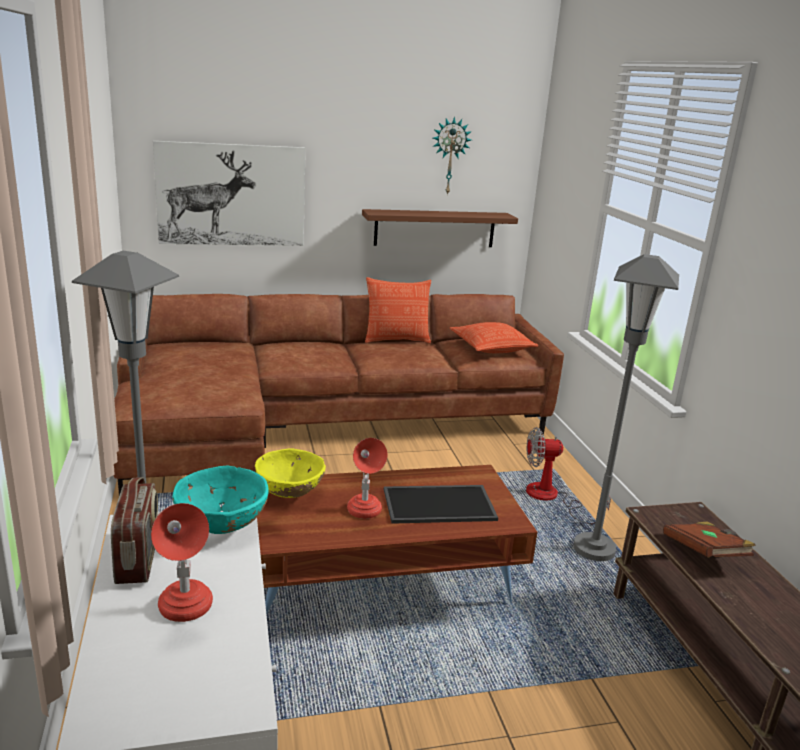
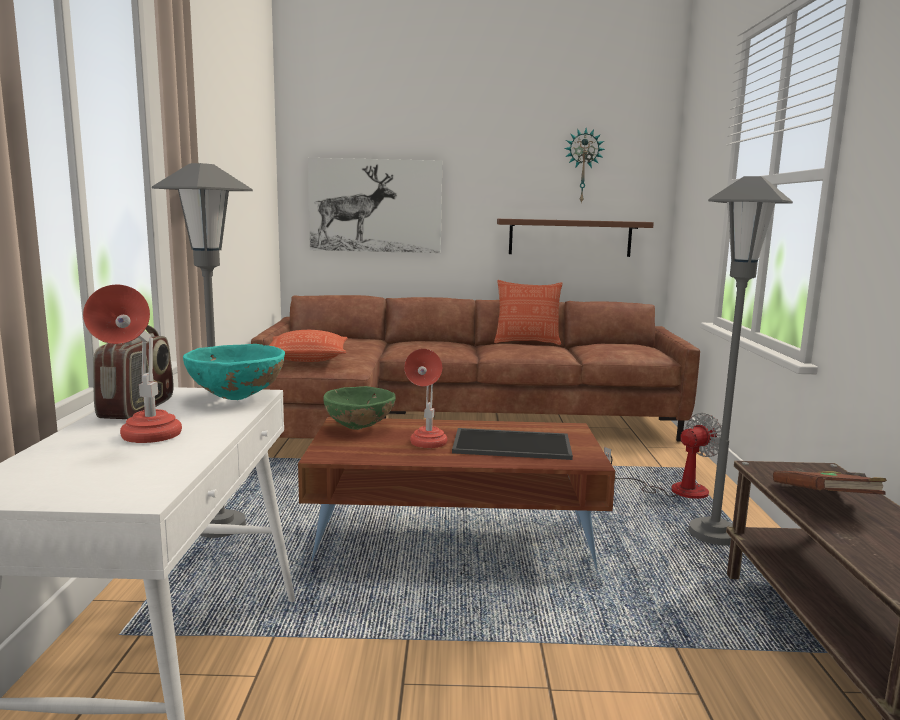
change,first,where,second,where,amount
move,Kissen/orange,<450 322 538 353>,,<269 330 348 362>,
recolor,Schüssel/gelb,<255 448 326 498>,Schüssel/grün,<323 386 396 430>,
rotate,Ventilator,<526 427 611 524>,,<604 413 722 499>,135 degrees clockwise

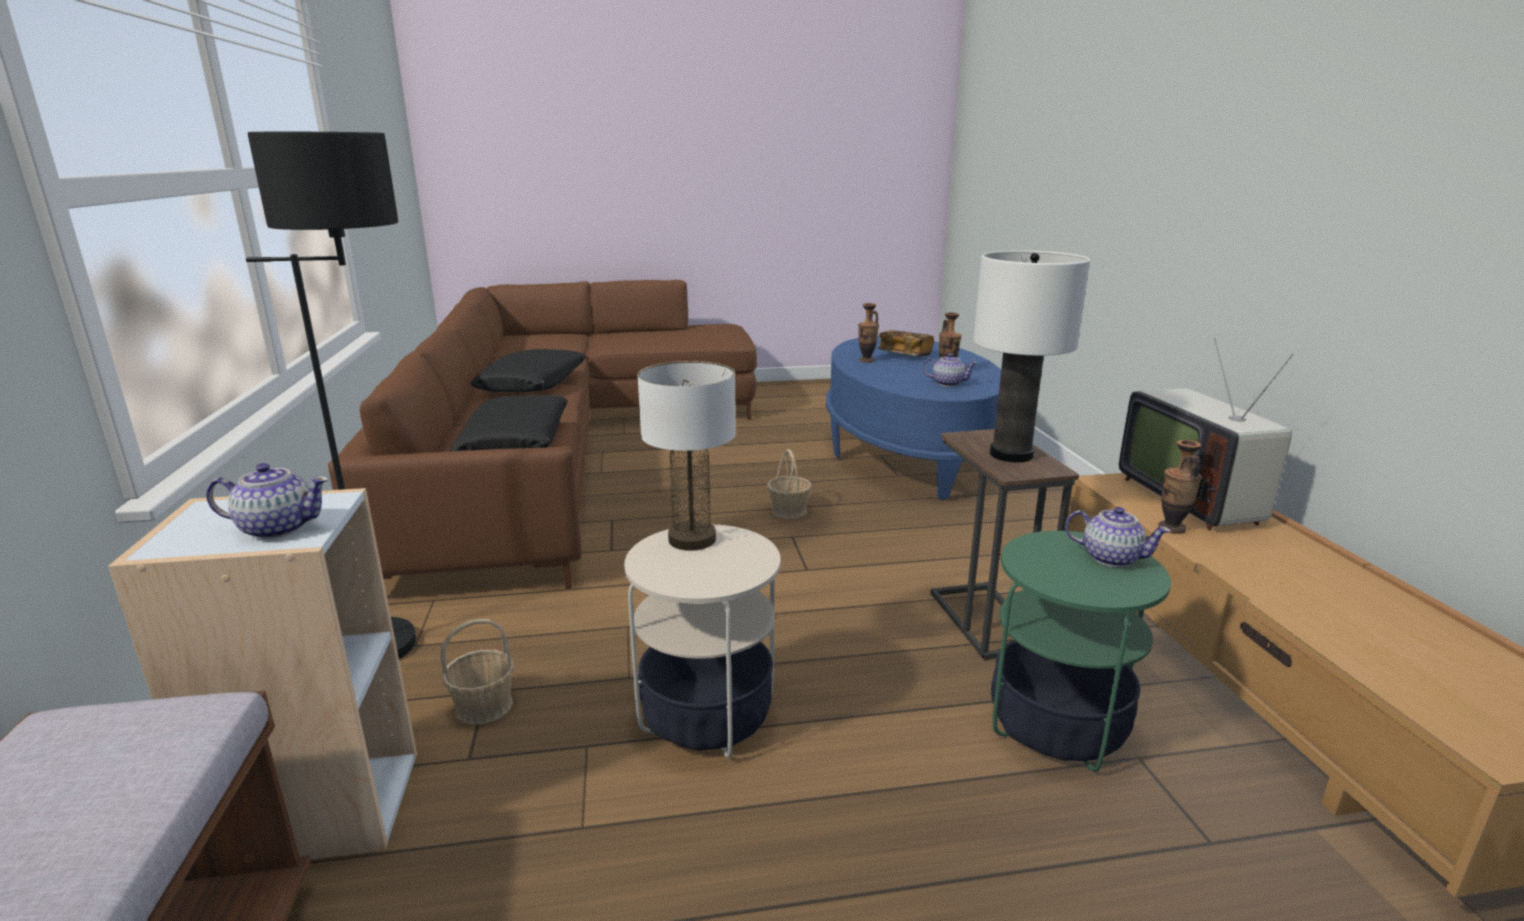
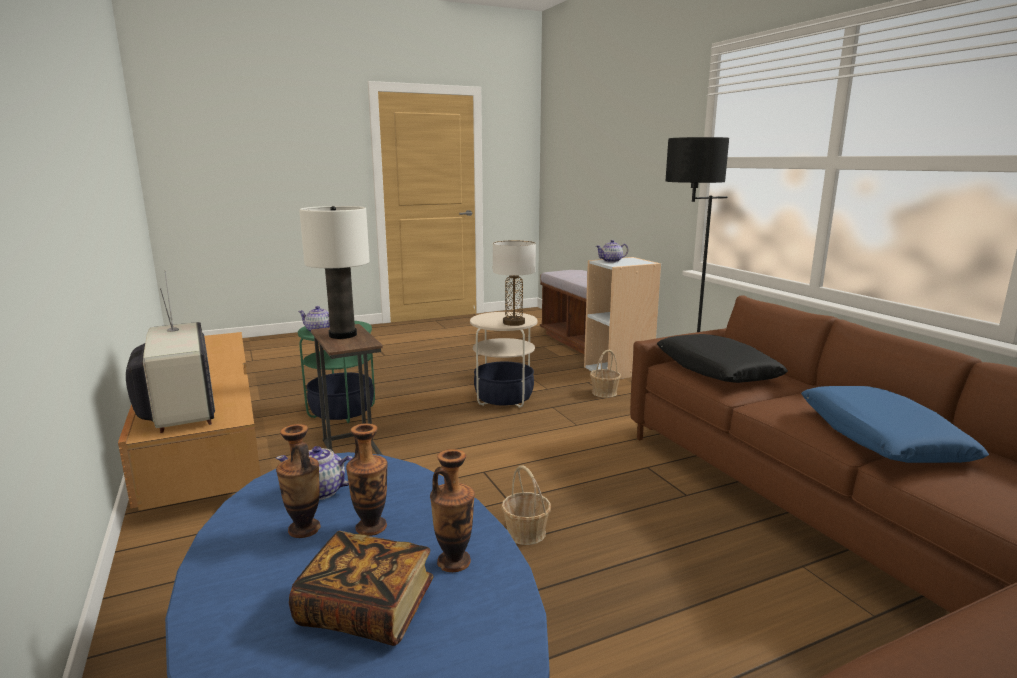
change,first,where,second,where,amount
move,Vase,<1158 440 1202 534>,,<346 423 388 536>,
recolor,Kissen/schwarz,<470 349 586 392>,Kissen/blau,<801 386 989 463>,

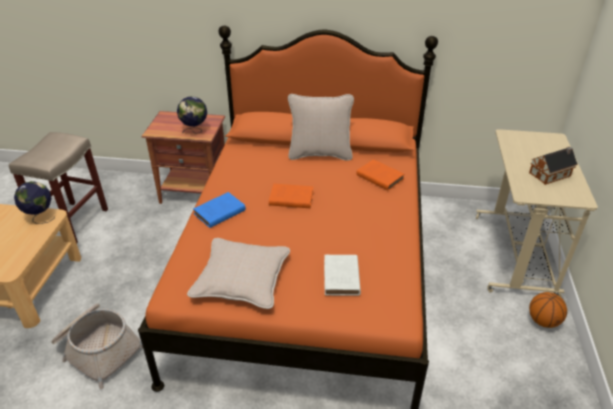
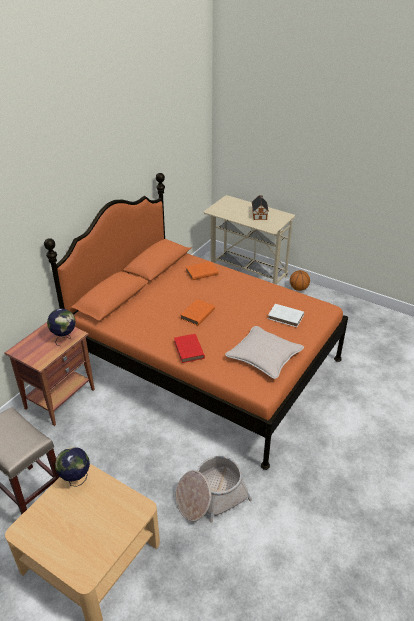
change,first,where,second,where,amount
delete,Kissen/beige,<288 94 354 161>,,,
recolor,Buch/blau,<193 192 246 228>,Buch/rot,<174 334 205 363>,

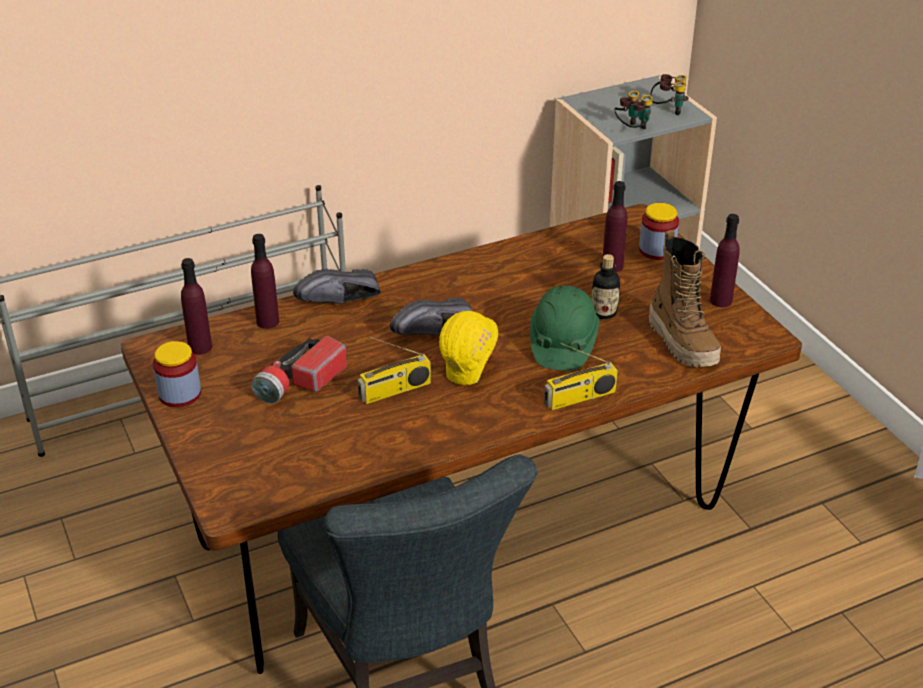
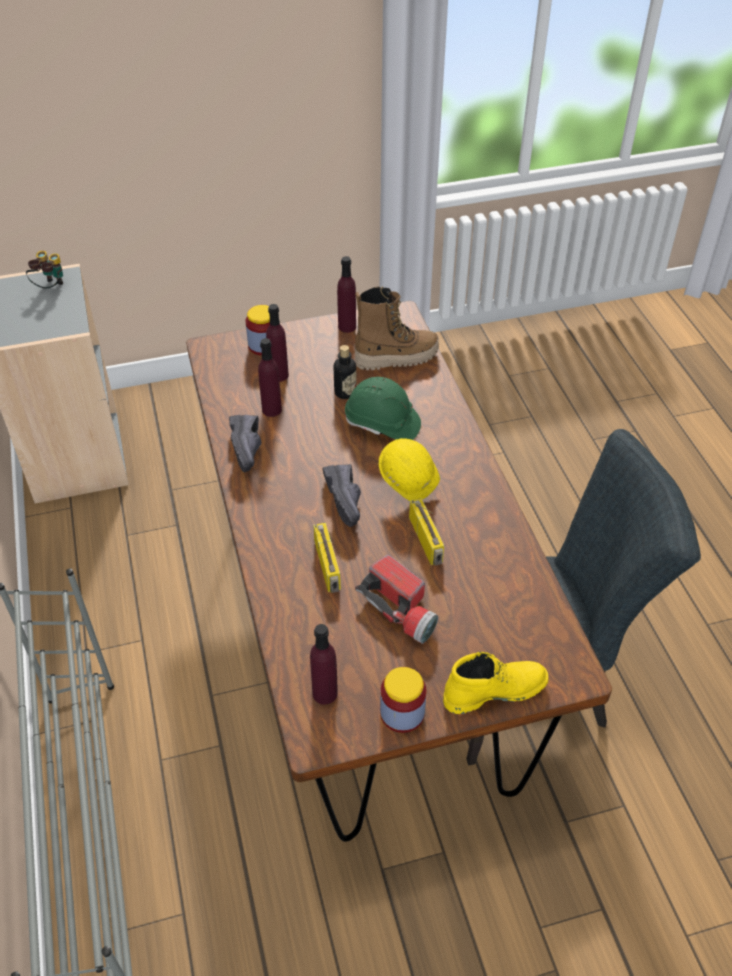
change,first,where,second,where,amount
delete,Fernglas,<614 91 653 129>,,,
insert,,,Stiefel/gelb,<443 652 548 714>,
move,Flasche/lila,<251 234 279 329>,,<258 338 282 417>,
move,Schuh/schwarz,<293 269 380 304>,,<229 415 261 472>,
move,Radio,<544 343 618 410>,,<313 523 341 593>,

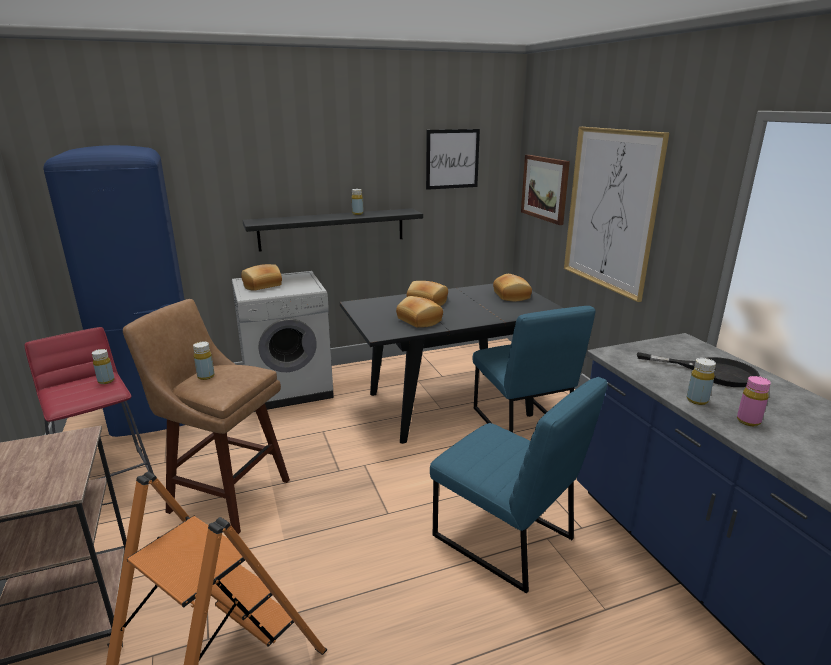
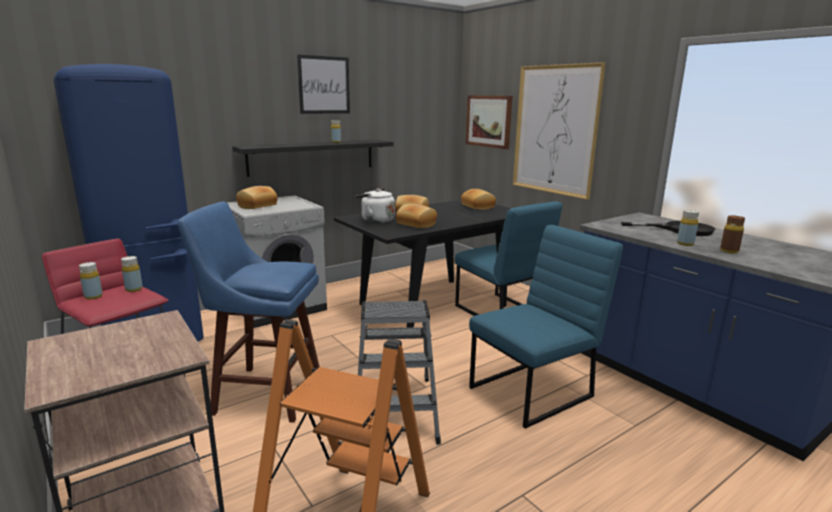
change,first,where,second,where,amount
insert,,,Wasserkessel/weiß,<355 189 395 223>,
insert,,,Trittleiter/grau,<358 300 441 445>,
move,Flasche/gelb,<193 342 215 380>,,<79 262 103 300>,
move,Bild,<426 129 480 190>,,<297 55 350 114>,
recolor,Hocker/braun,<123 299 290 534>,Hocker/blau,<178 202 319 423>,
recolor,Flasche/rosa,<737 376 771 426>,Flasche/braun,<720 215 745 253>,
rotate,Stuhl/blau,<430 377 608 594>,,<469 225 623 429>,60 degrees counterclockwise

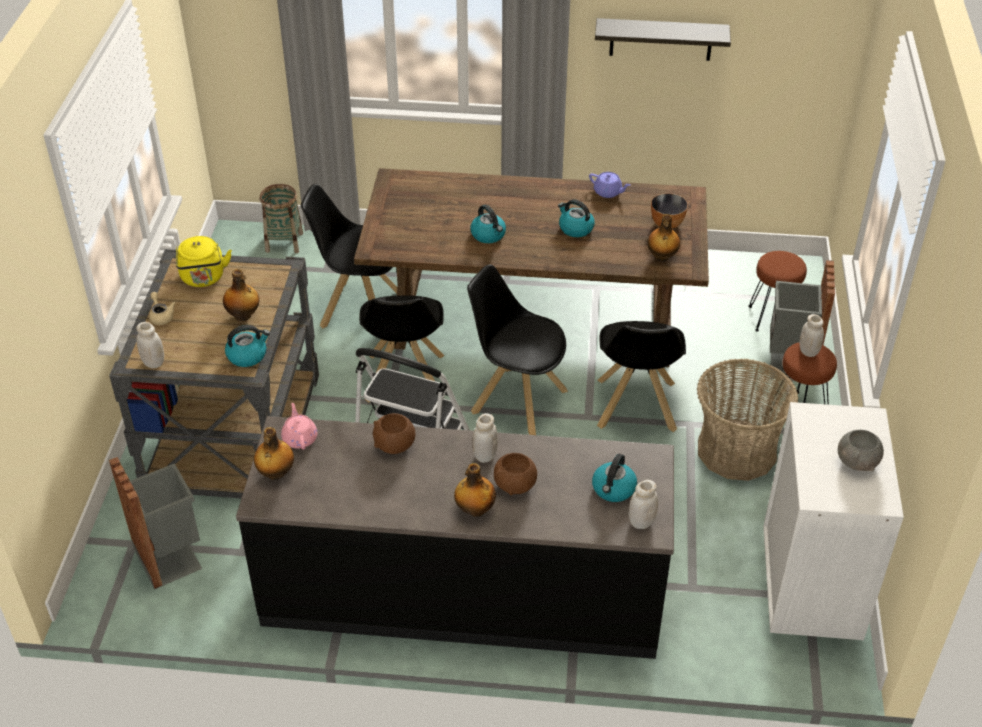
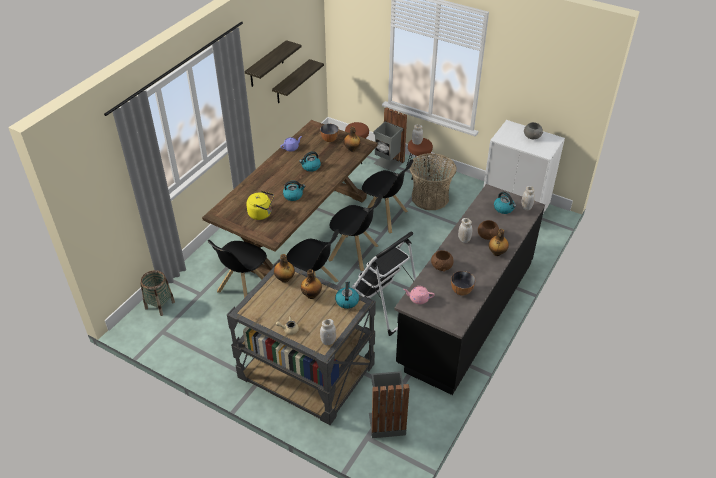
change,first,where,second,where,amount
insert,,,Wandregal,<272 59 324 103>,
insert,,,Schüssel,<451 271 475 296>,
move,Wasserkessel/gelb,<176 236 232 287>,,<246 191 274 220>,
move,Flasche,<254 427 294 480>,,<274 254 295 283>,
rotate,Stuhl/schwarz,<467 264 568 435>,,<328 194 383 271>,120 degrees counterclockwise

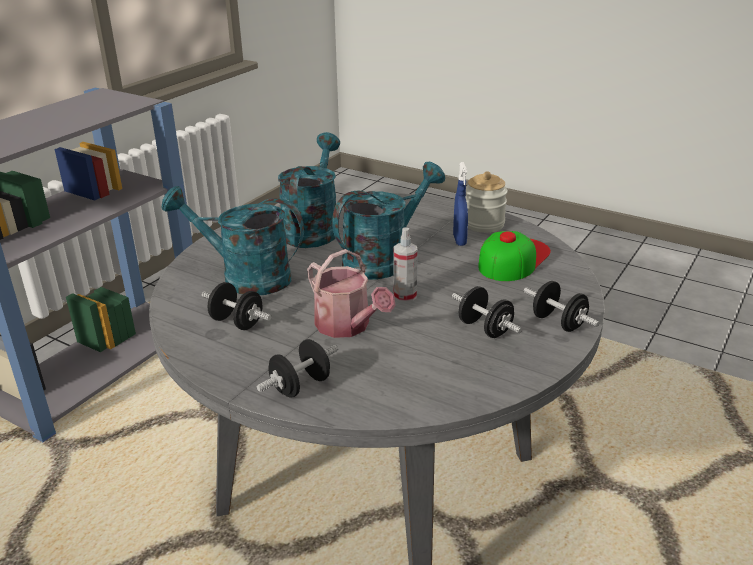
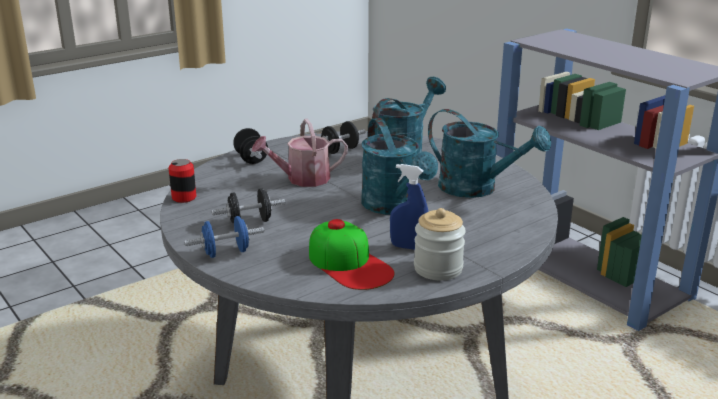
change,first,where,second,where,amount
delete,Sprühflasche,<394 228 418 303>,,,
insert,,,Dose,<169 159 196 203>,
recolor,Hantel/schwarz,<524 281 600 332>,Hantel/blau,<184 216 264 258>,

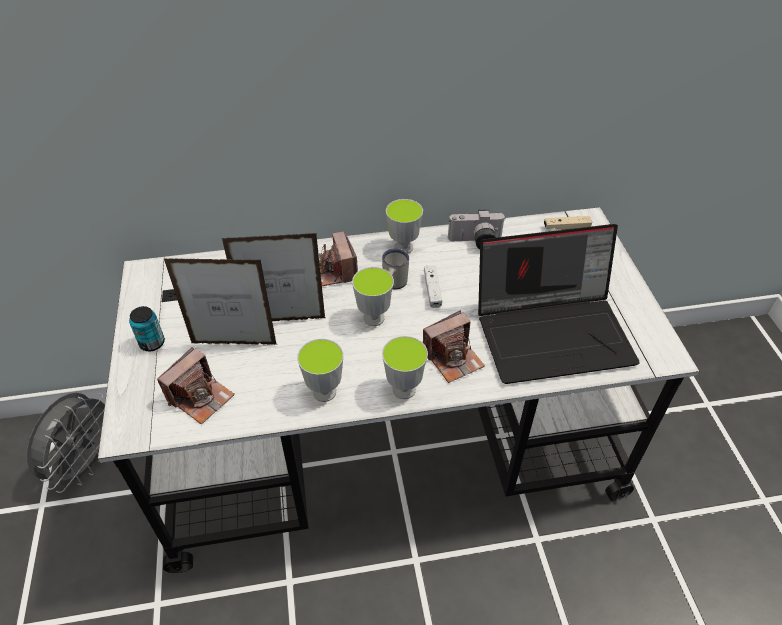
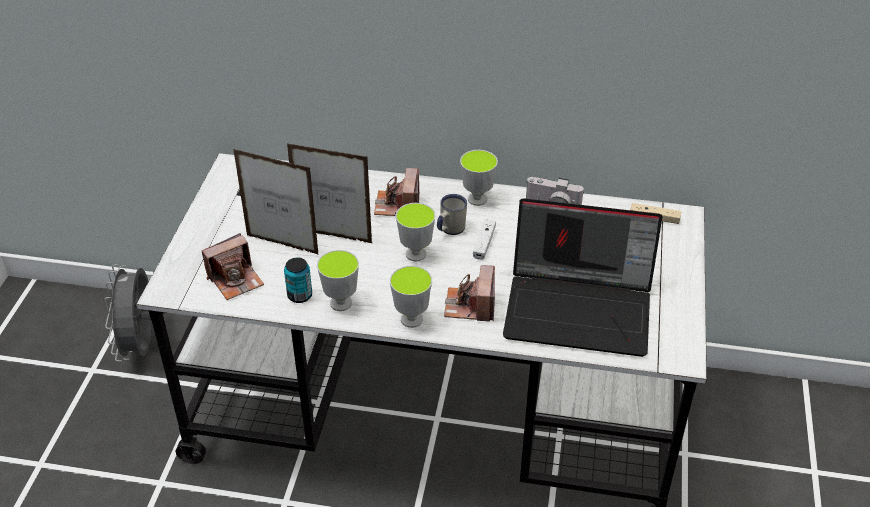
change,first,where,second,where,amount
move,Dose,<129 306 165 351>,,<284 257 312 303>,
rotate,Ventilator/grau,<27 393 105 493>,,<104 264 164 362>,135 degrees clockwise
rotate,Kamera,<423 310 485 383>,,<444 265 495 322>,105 degrees clockwise

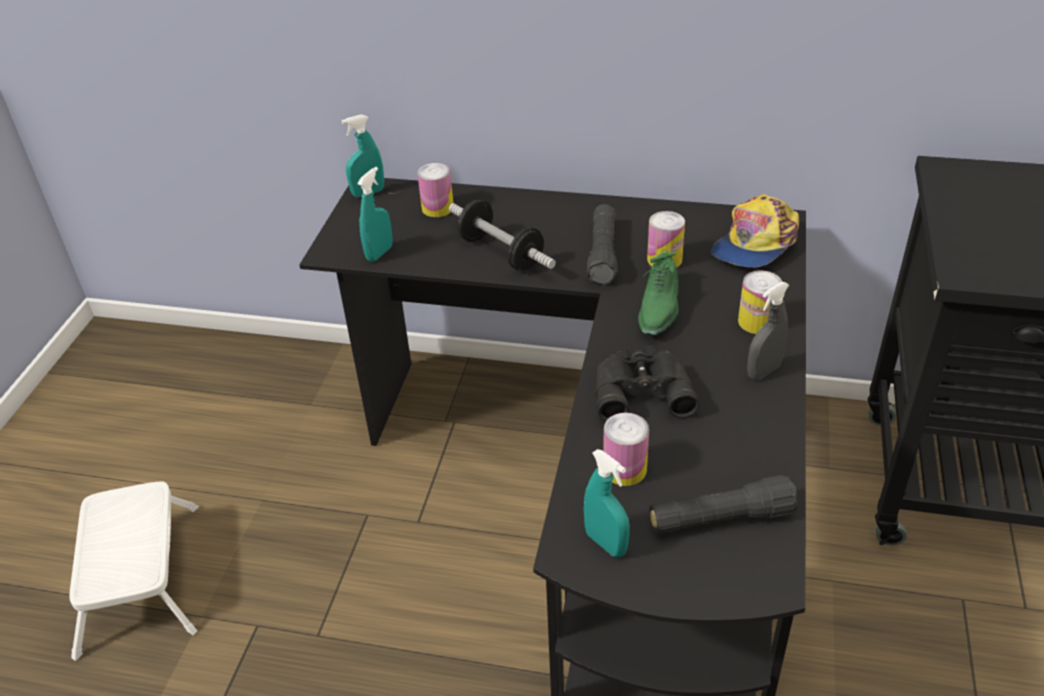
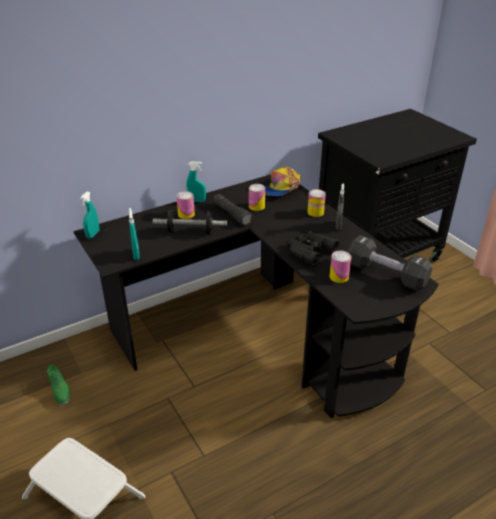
change,first,where,second,where,amount
move,Dose,<417 163 453 217>,,<177 191 195 219>,
move,Sprühflasche/türkis,<584 449 630 557>,,<186 161 206 202>,
move,Schuh/grün,<638 250 679 335>,,<47 364 71 405>,
replace,Taschenlampe/schwarz,<649 475 798 534>,Hantel/schwarz,<347 235 432 291>,
rotate,Kappe,<710 194 799 267>,,<265 166 301 196>,45 degrees clockwise

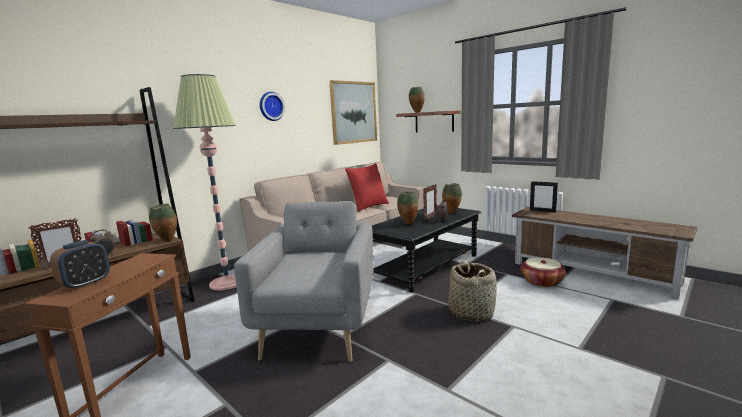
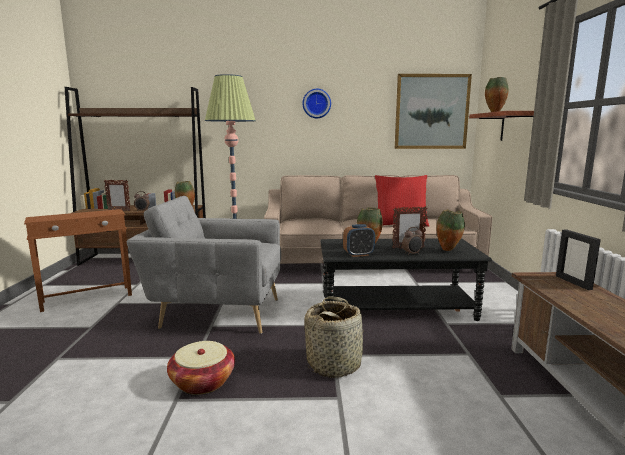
change,first,where,second,where,amount
move,Wecker,<50 240 110 290>,,<343 224 375 257>,
move,Korb,<520 257 566 287>,,<167 341 235 395>,
rotate,Sessel/grau,<234 201 373 362>,,<127 196 281 334>,135 degrees counterclockwise

